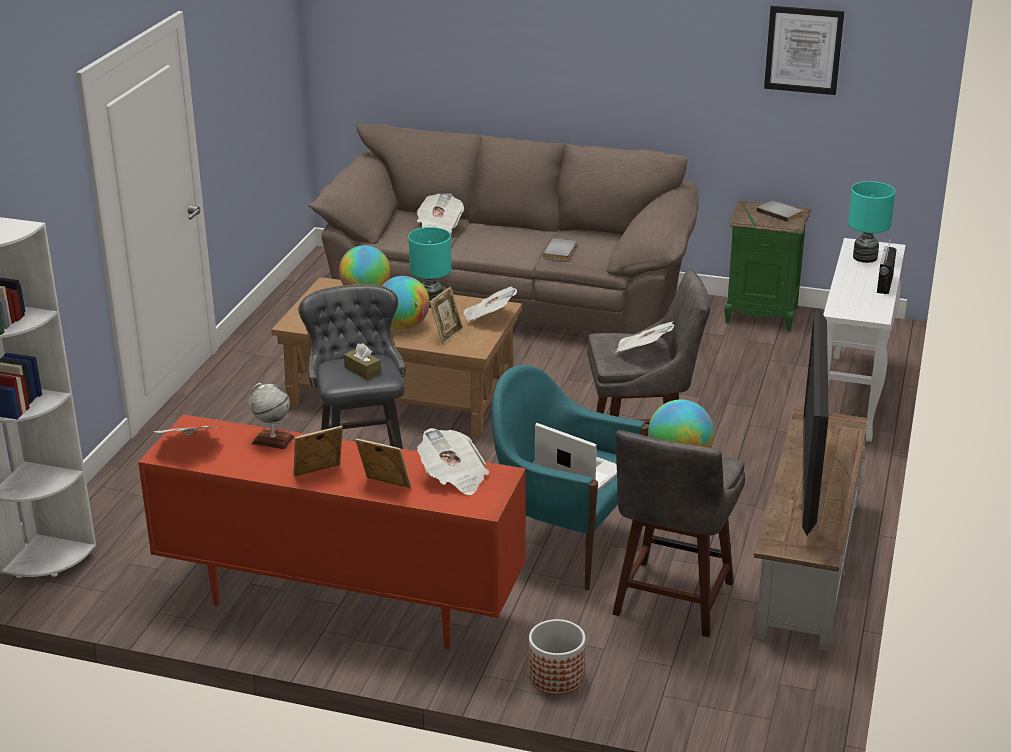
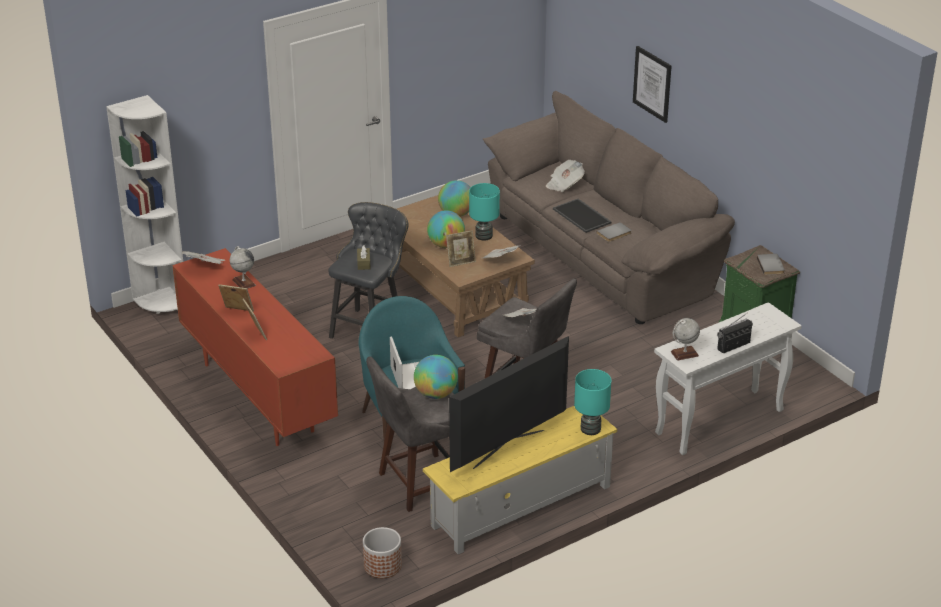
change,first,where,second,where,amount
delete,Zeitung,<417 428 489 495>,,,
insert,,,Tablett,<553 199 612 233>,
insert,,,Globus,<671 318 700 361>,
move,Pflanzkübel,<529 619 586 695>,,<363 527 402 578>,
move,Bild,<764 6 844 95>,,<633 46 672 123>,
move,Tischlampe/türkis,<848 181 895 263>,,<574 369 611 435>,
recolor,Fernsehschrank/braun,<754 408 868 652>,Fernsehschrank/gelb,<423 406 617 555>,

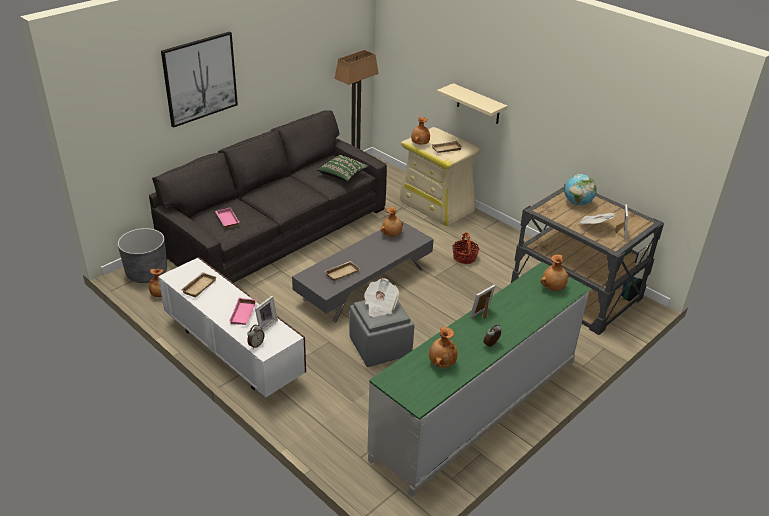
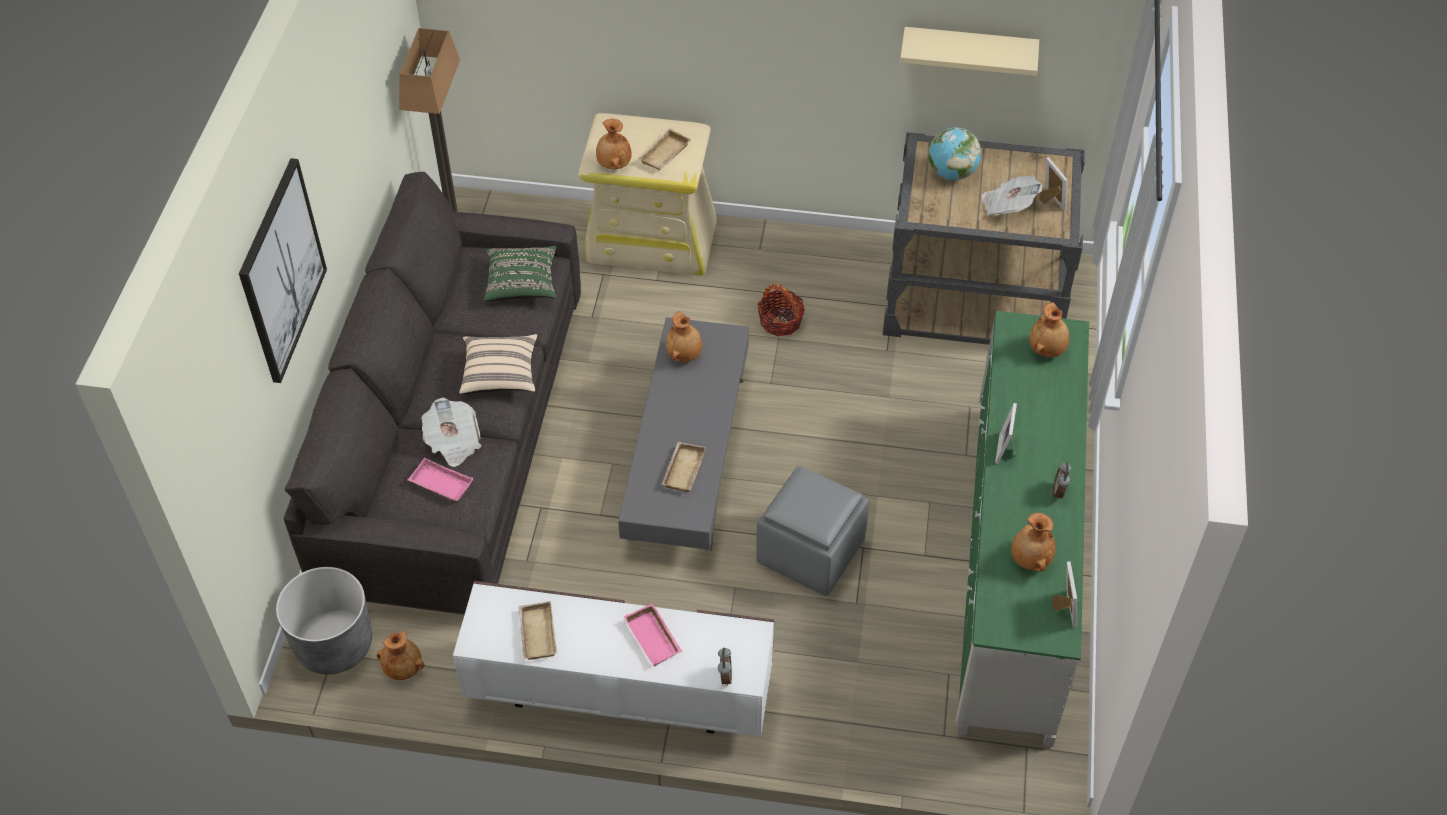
change,first,where,second,where,amount
insert,,,Kissen/beige,<459 334 537 394>,
move,Bilderrahmen,<255 296 278 332>,,<1052 561 1077 628>,
move,Zeitung,<364 278 399 317>,,<422 398 481 467>,
move,Wandregal/beige,<437 83 507 124>,,<900 27 1039 76>,

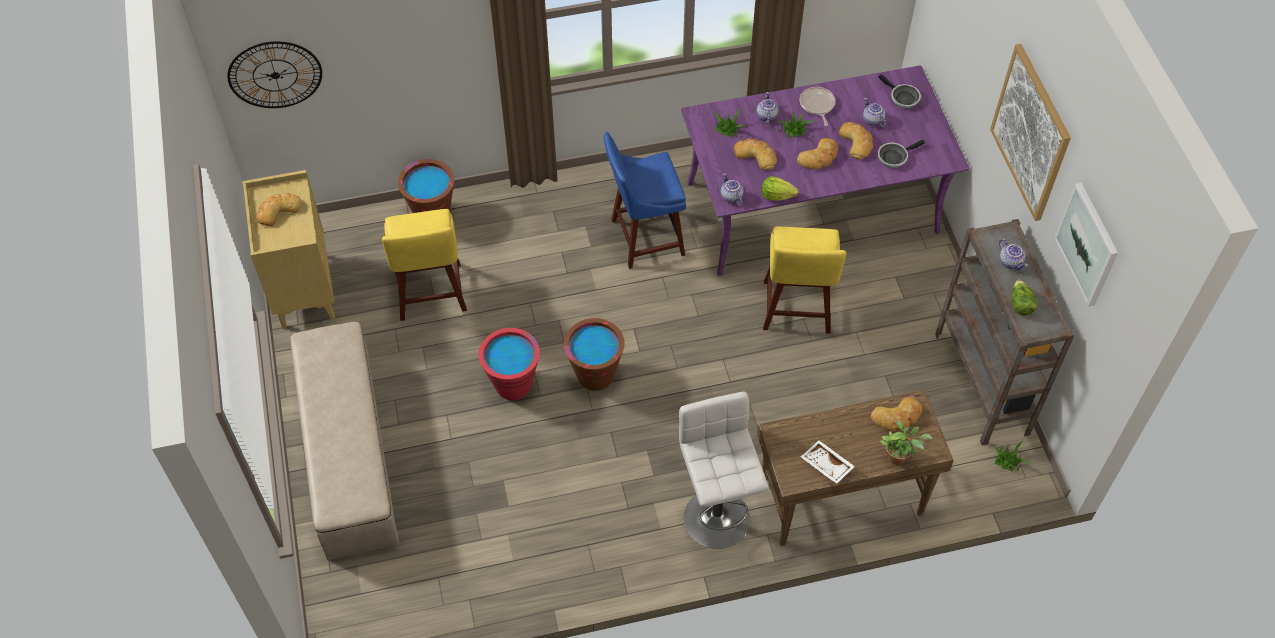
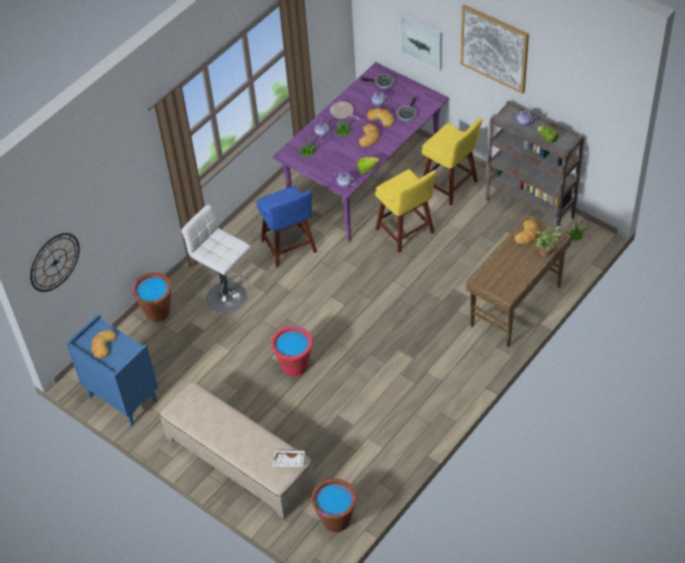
change,first,where,second,where,amount
delete,Brot,<734 139 777 170>,,,
move,Stuhl/gelb,<382 209 467 321>,,<422 117 483 206>,
move,Eimer/braun,<564 318 624 391>,,<311 478 357 532>,
move,Hocker/weiß,<679 392 769 549>,,<182 204 251 314>,
move,Tablett/weiß,<801 440 855 484>,,<272 451 305 467>,
move,Bild,<1054 183 1118 307>,,<400 13 442 71>,
recolor,Schrank/beige,<242 170 335 329>,Schrank/blau,<66 314 158 427>,
rotate,Stuhl/blau,<604 132 686 269>,,<257 186 317 268>,60 degrees counterclockwise

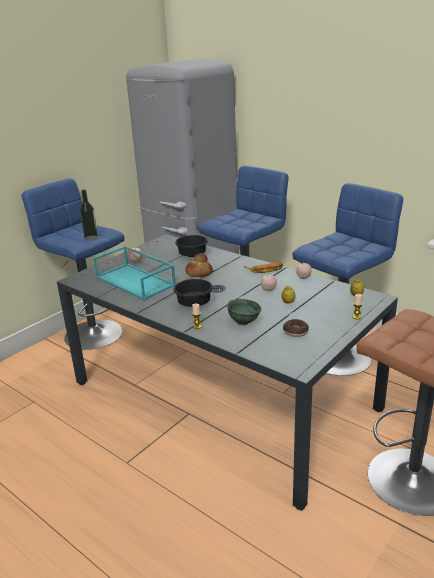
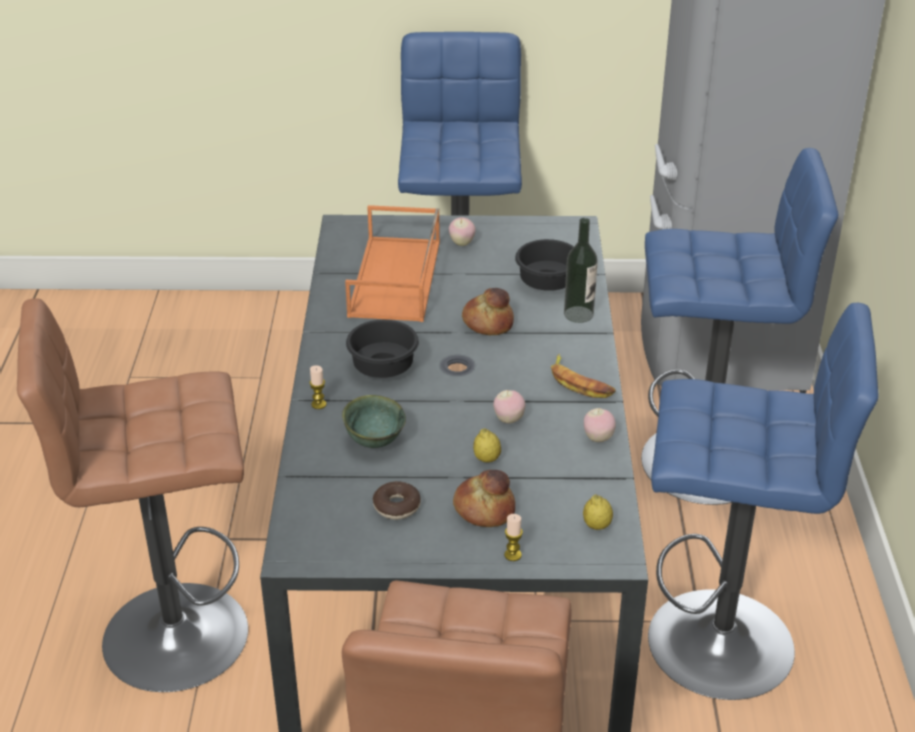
change,first,where,second,where,amount
insert,,,Hocker/braun,<17 298 248 692>,
insert,,,Brot,<453 470 515 527>,
move,Flasche,<80 189 98 241>,,<564 218 598 323>,
recolor,Tablett/türkis,<93 246 176 300>,Tablett/orange,<345 205 440 322>,

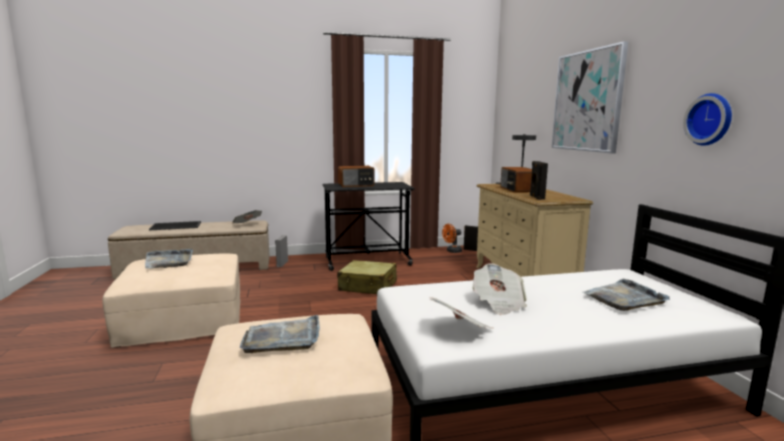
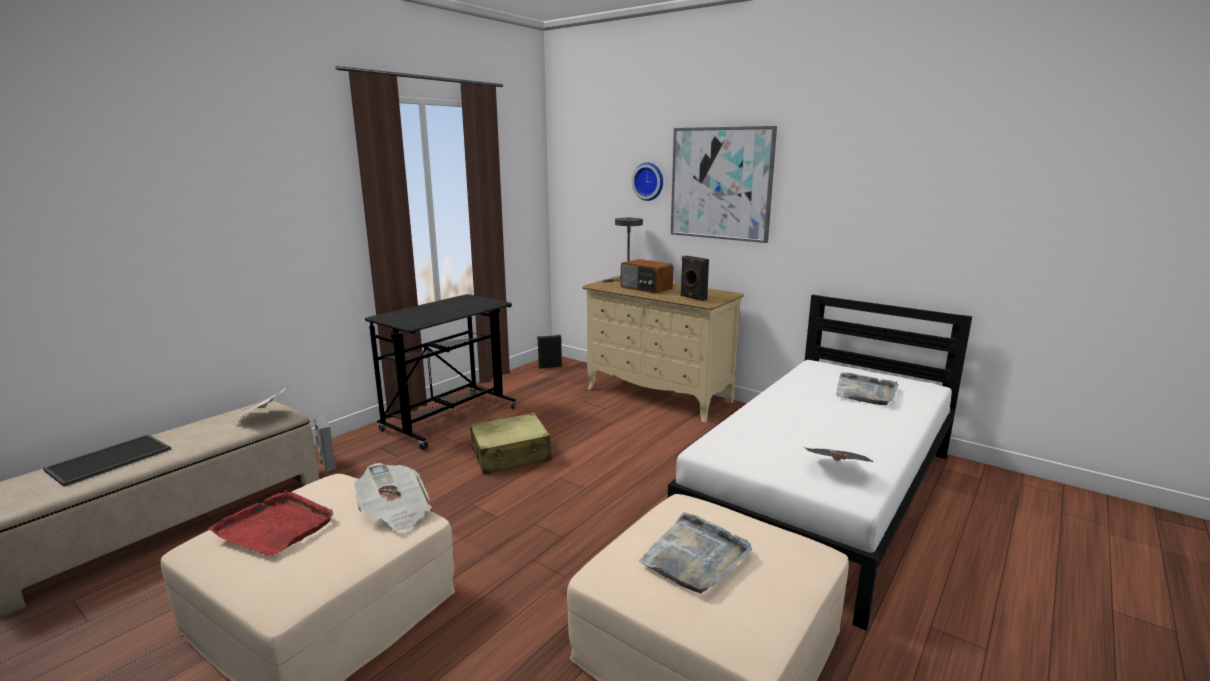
change,first,where,second,where,amount
delete,Radio,<338 166 375 187>,,,
delete,Ventilator/orange,<442 224 462 253>,,,
move,Zeitung,<472 263 527 315>,,<354 463 432 533>,
move,Wanduhr,<683 93 732 146>,,<632 162 663 201>,
recolor,Tablett/grau,<145 248 193 269>,Tablett/rot,<208 490 333 556>,

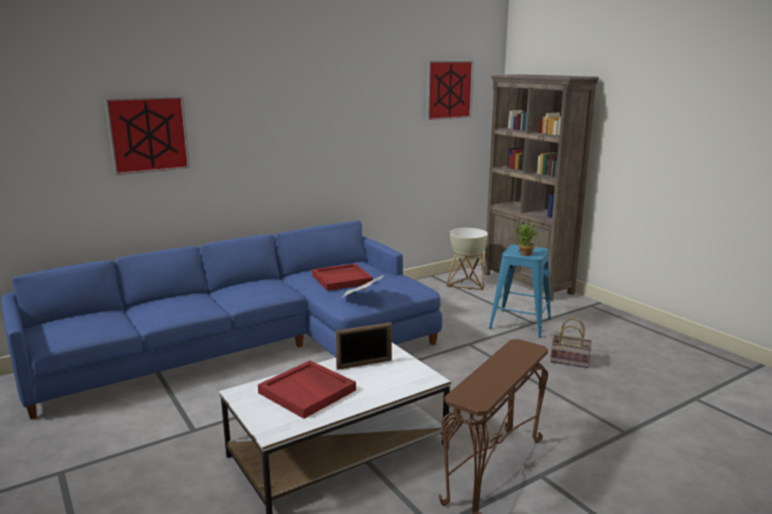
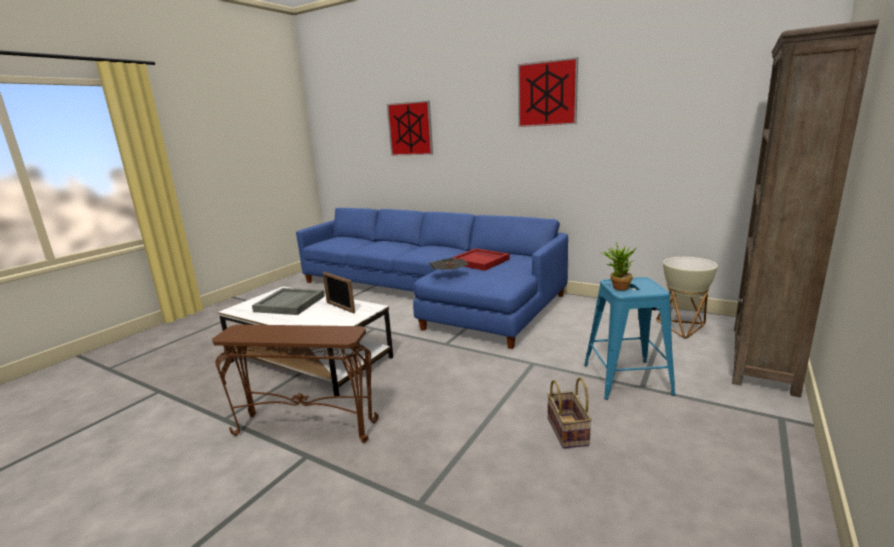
change,first,where,second,where,amount
move,Bild,<427 61 474 120>,,<518 57 578 127>,
recolor,Tablett/rot,<258 361 356 419>,Tablett/grau,<252 288 325 315>,

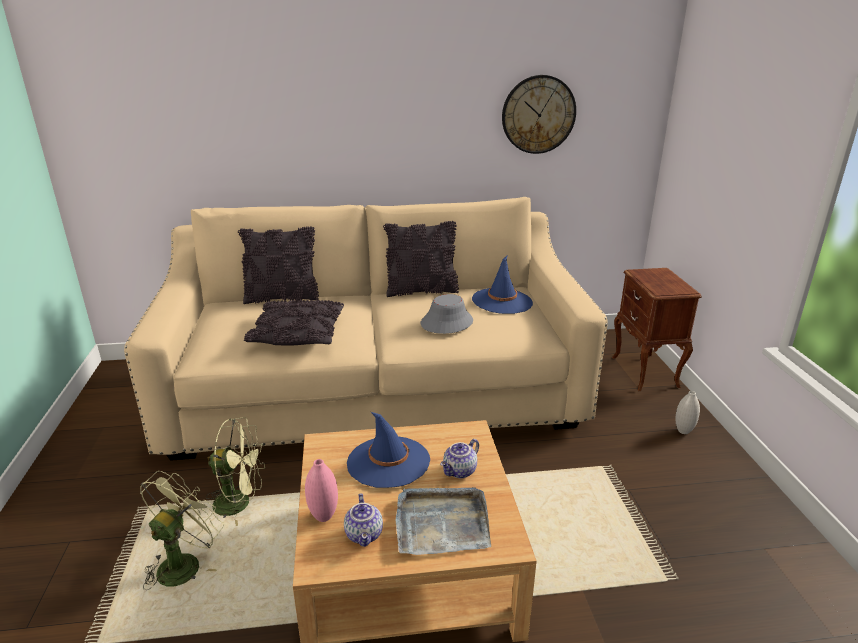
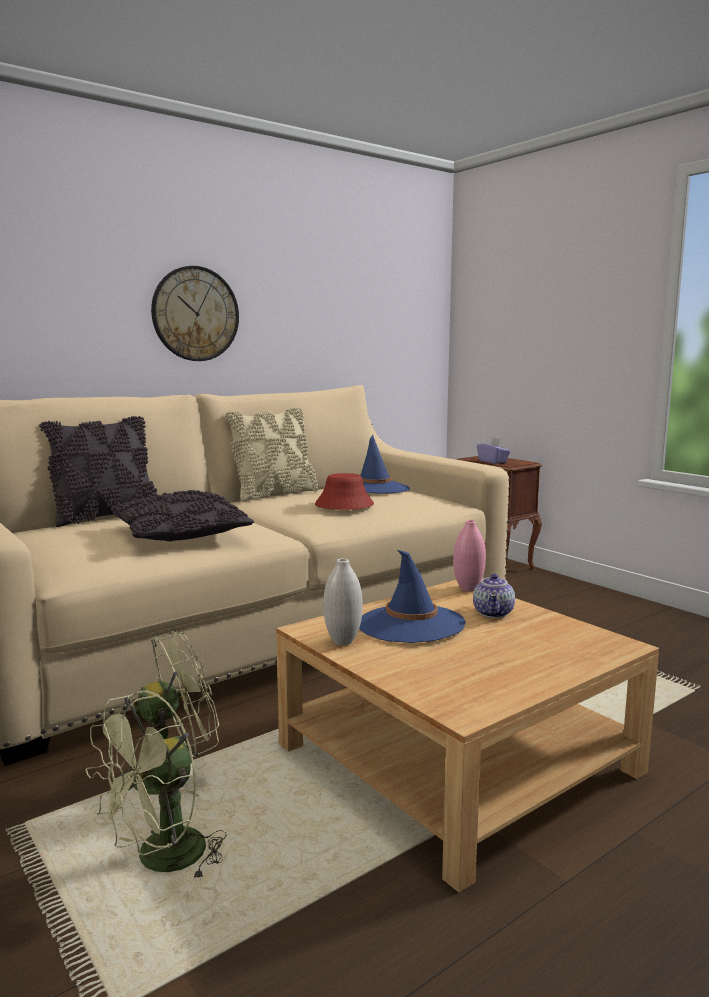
change,first,where,second,where,amount
delete,Teekanne,<344 493 383 547>,,,
delete,Tablett/grau,<396 487 491 555>,,,
insert,,,Taschentuchbox/lila,<477 438 510 464>,
move,Vase/rosa,<305 459 338 522>,,<453 520 486 591>,
move,Wanduhr,<502 75 576 154>,,<151 266 239 361>,
move,Vase/weiß,<675 391 700 434>,,<323 558 362 645>,
recolor,Kissen/schwarz,<383 221 459 297>,Kissen/beige,<225 408 318 502>,
recolor,Hut/grau,<421 294 473 334>,Hut/rot,<315 473 374 510>,
rotate,Ventilator/grün,<140 471 224 590>,,<86 691 226 881>,135 degrees counterclockwise

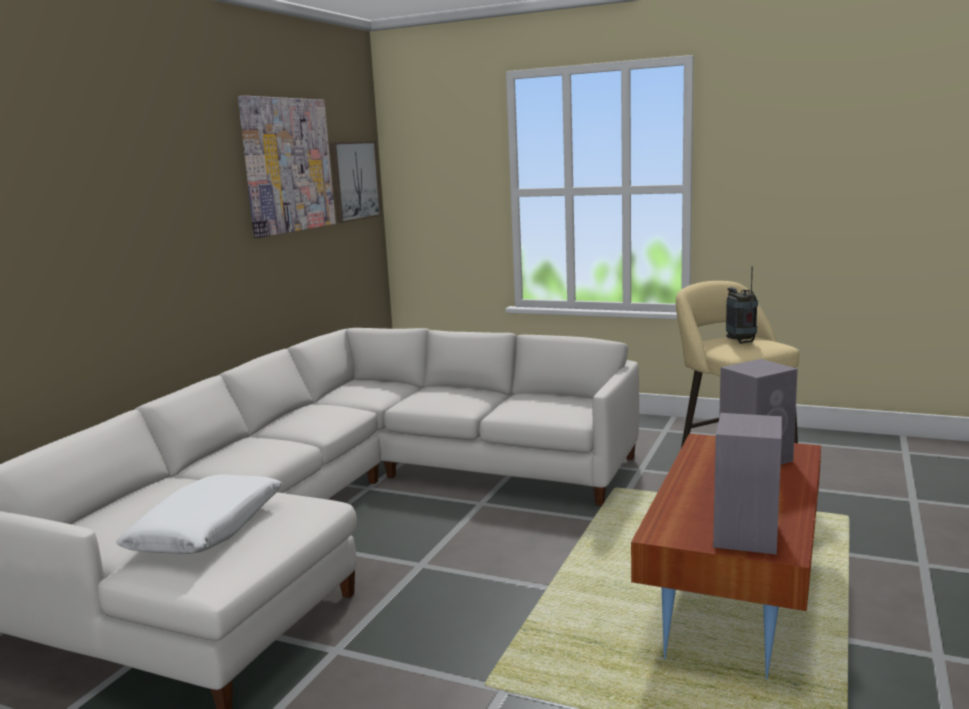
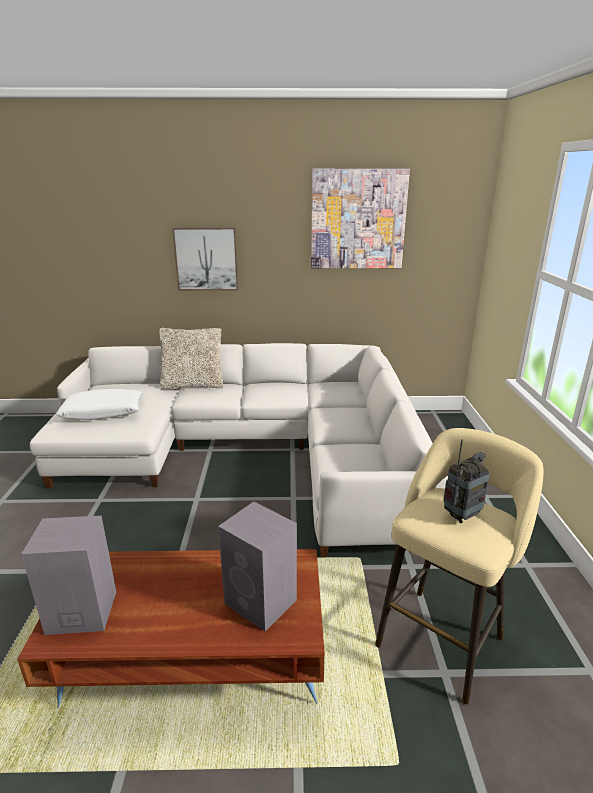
change,first,where,second,where,amount
insert,,,Kissen/beige,<159 328 224 389>,
move,Bild,<330 141 382 223>,,<172 227 238 291>,

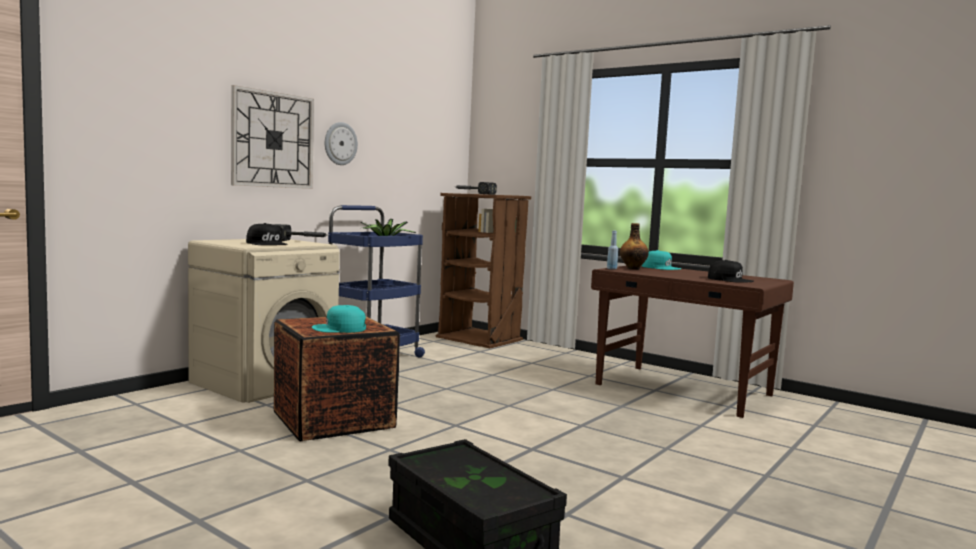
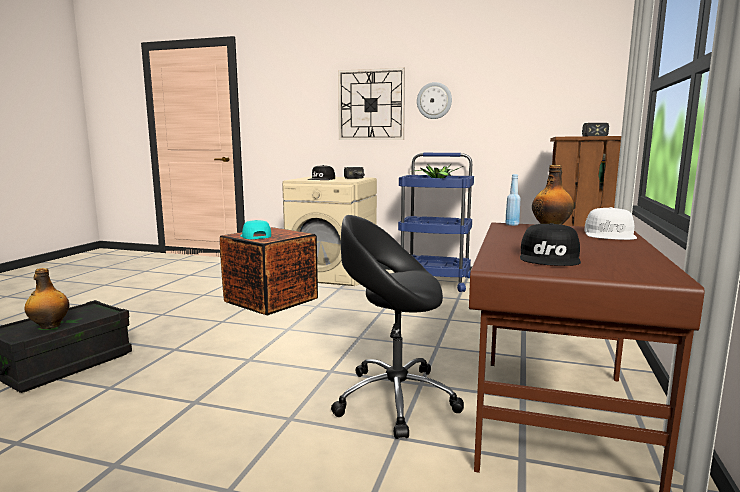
change,first,where,second,where,amount
insert,,,Flasche,<24 268 69 329>,
insert,,,Bürostuhl/schwarz,<331 215 464 439>,
recolor,Kappe/türkis,<642 250 681 270>,Kappe/weiß,<585 207 637 240>,

